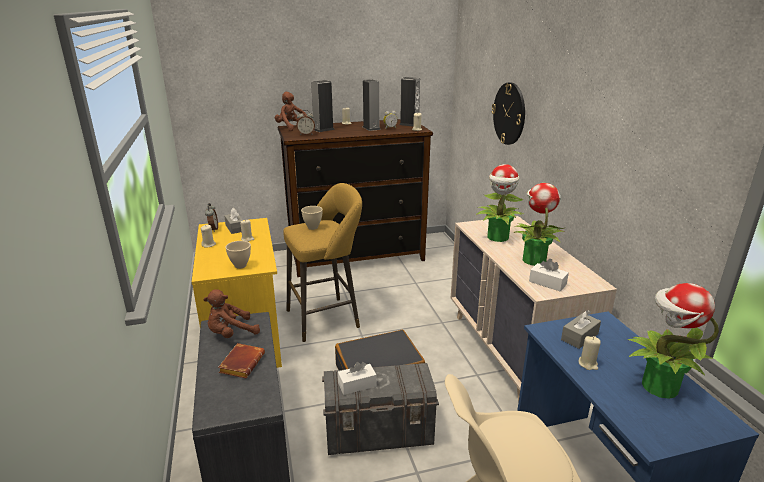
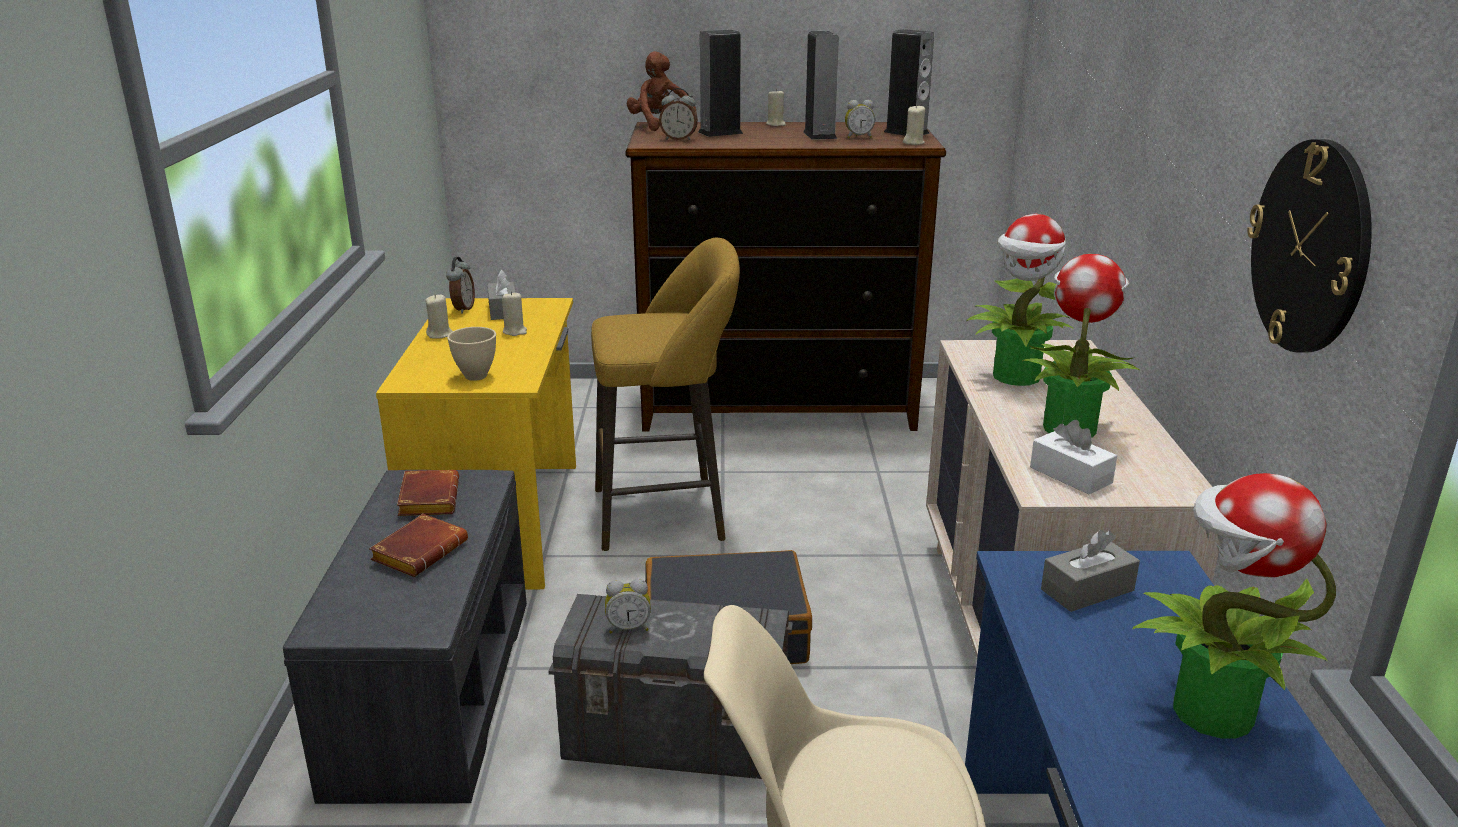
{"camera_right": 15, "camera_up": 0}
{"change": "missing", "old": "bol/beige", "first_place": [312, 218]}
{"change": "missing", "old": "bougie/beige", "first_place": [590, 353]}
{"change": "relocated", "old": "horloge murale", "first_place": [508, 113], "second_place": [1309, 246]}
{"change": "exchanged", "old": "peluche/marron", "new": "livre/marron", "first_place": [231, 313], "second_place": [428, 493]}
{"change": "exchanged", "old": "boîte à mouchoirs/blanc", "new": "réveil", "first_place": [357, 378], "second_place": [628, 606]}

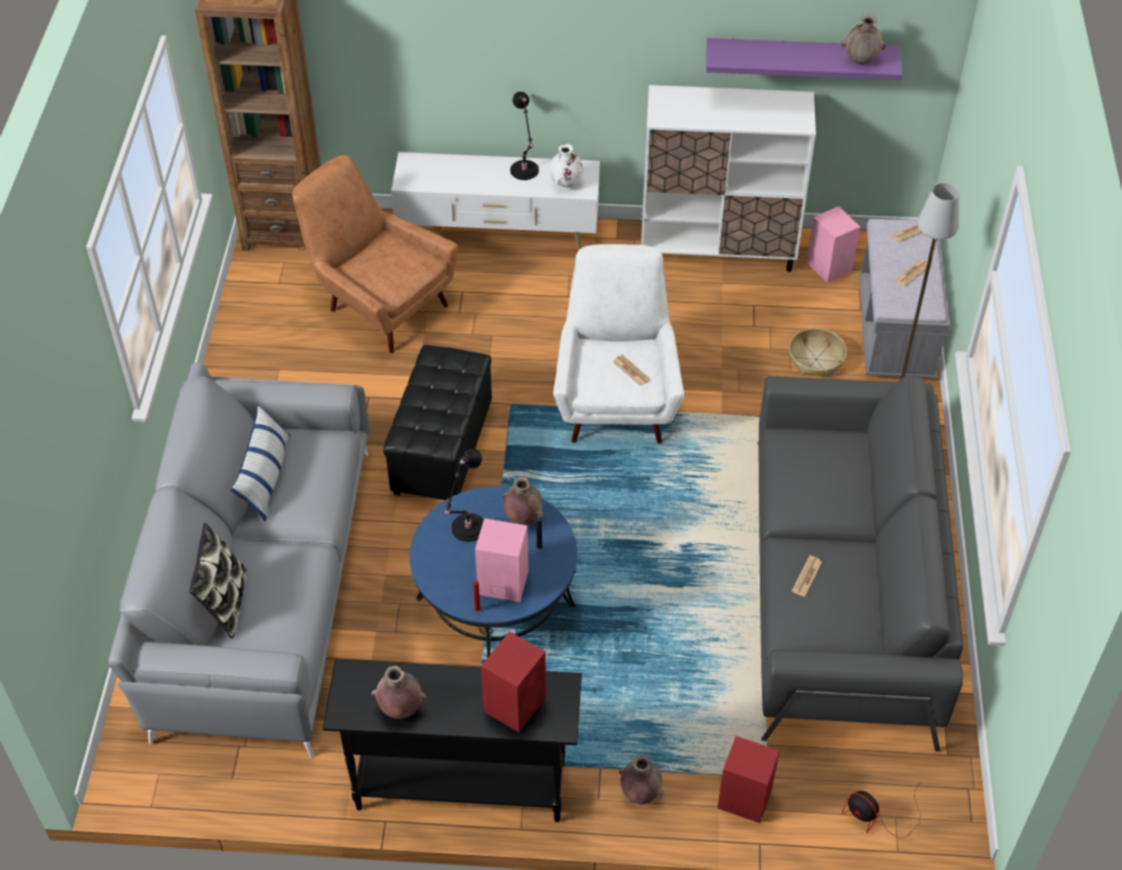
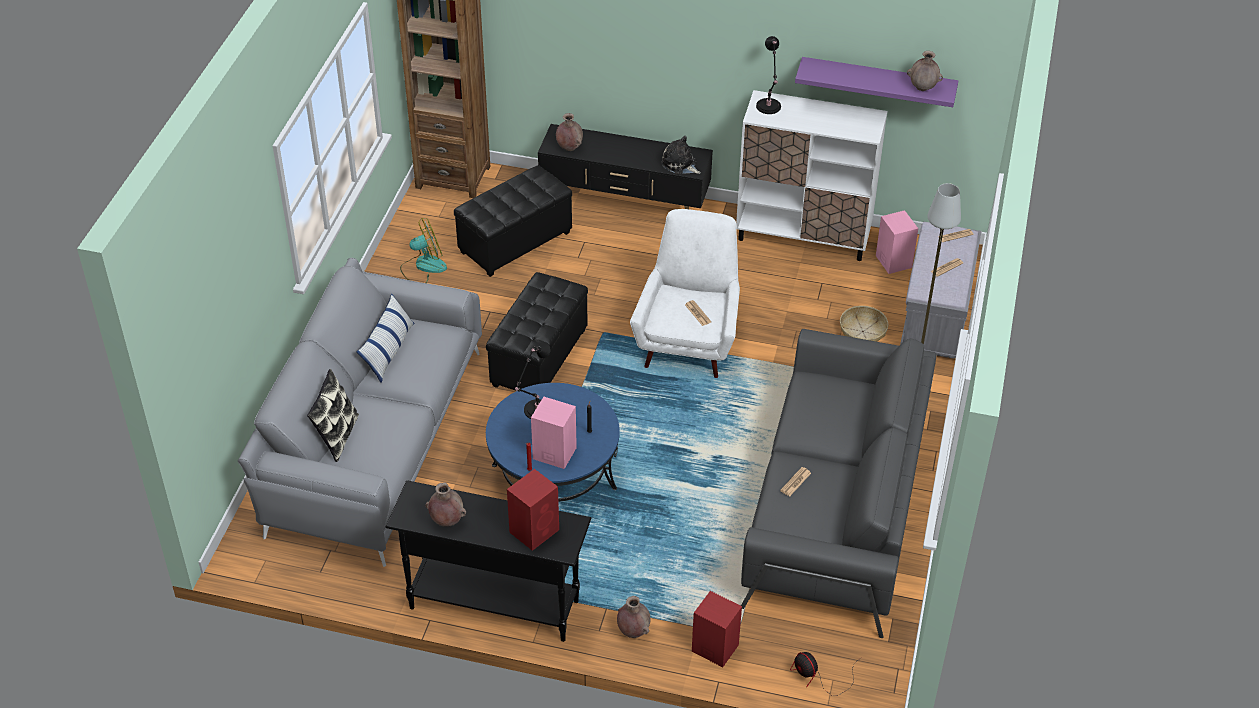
{"camera_right": 10, "camera_up": -5}
{"change": "appeared", "new": "ventilateur", "second_place": [423, 250]}
{"change": "relocated", "old": "vase/marron", "first_place": [523, 501], "second_place": [569, 132]}
{"change": "relocated", "old": "lampe de table/noir", "first_place": [524, 136], "second_place": [768, 75]}
{"change": "exchanged", "old": "fauteuil/marron", "new": "pouf/noir", "first_place": [375, 254], "second_place": [513, 221]}
{"change": "exchanged", "old": "vase/blanc", "new": "peluche", "first_place": [566, 166], "second_place": [681, 155]}
{"change": "colour", "old": "meuble télé/blanc", "new": "meuble télé/noir", "first_place": [495, 201], "second_place": [625, 166]}

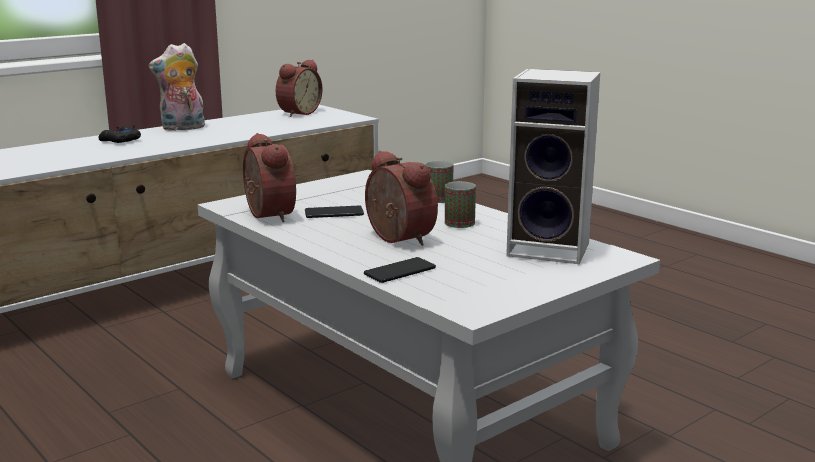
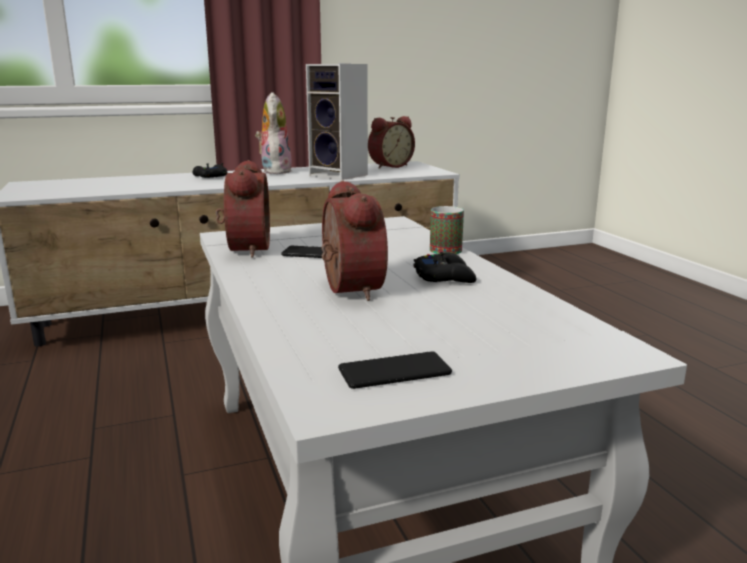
{"camera_right": 20, "camera_up": 0}
{"change": "relocated", "old": "téléphone", "first_place": [400, 270], "second_place": [395, 370]}
{"change": "relocated", "old": "enceinte", "first_place": [553, 166], "second_place": [337, 122]}
{"change": "exchanged", "old": "mug", "new": "manette/noir", "first_place": [460, 204], "second_place": [444, 267]}
{"change": "spun", "old": "peluche", "first_place": [177, 87], "second_place": [273, 133], "degrees": 90}

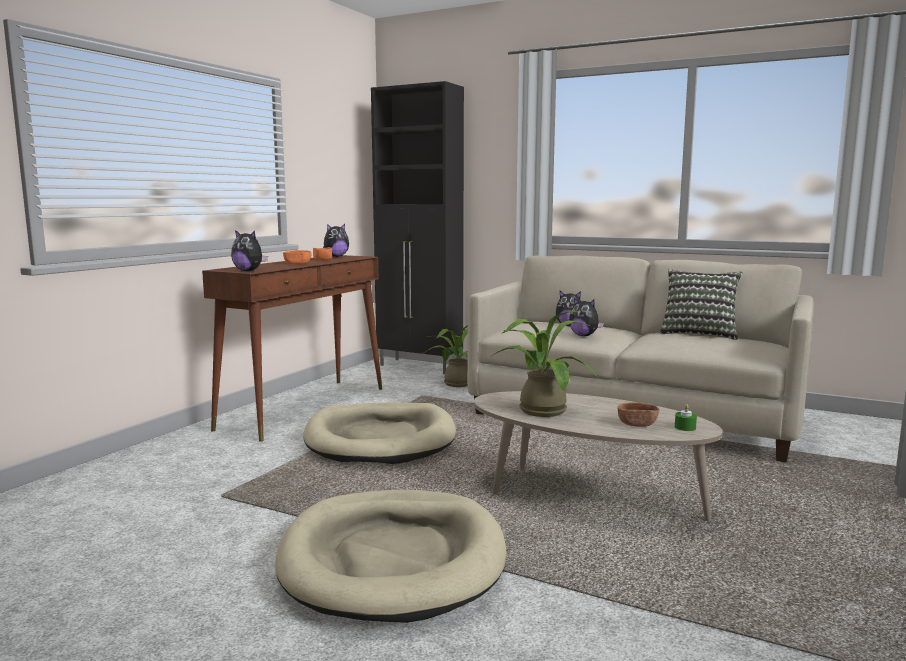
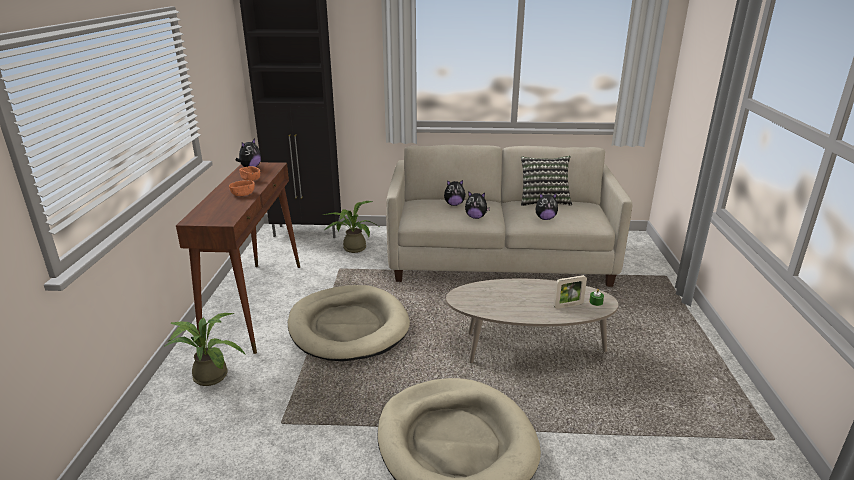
{"camera_right": -25, "camera_up": 15}
{"change": "relocated", "old": "peluche", "first_place": [249, 250], "second_place": [546, 206]}
{"change": "relocated", "old": "plante en pot", "first_place": [544, 363], "second_place": [204, 349]}
{"change": "exchanged", "old": "bol/marron", "new": "cadre photo", "first_place": [638, 414], "second_place": [570, 292]}

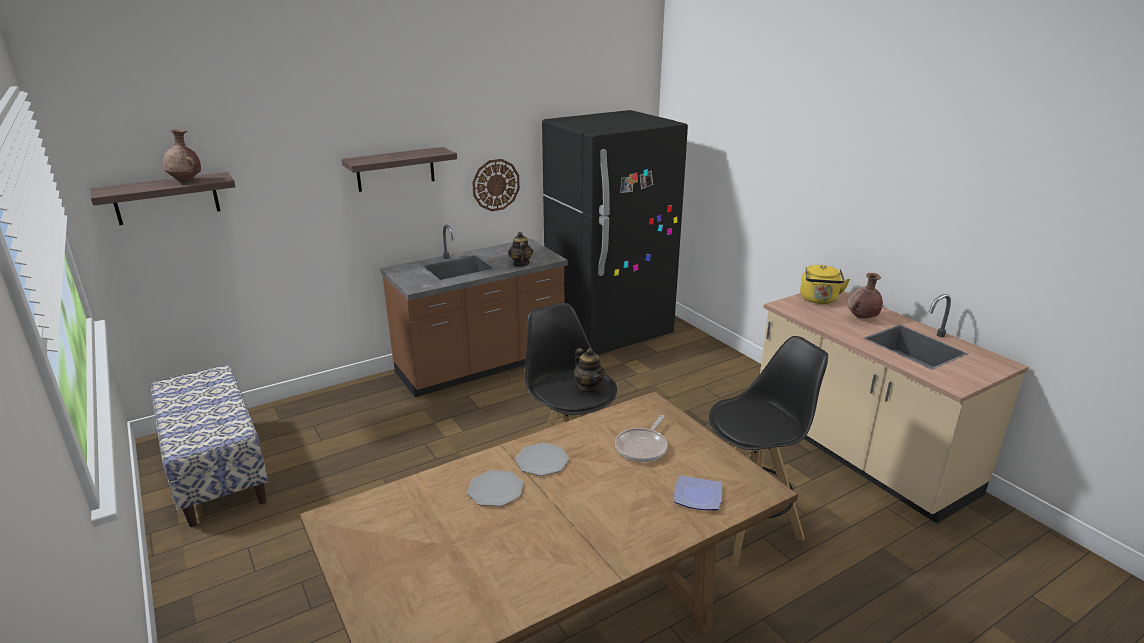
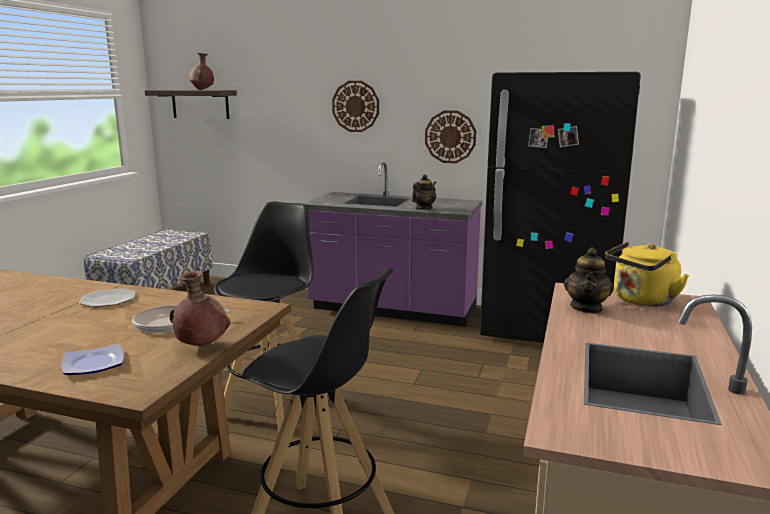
{"camera_right": 50, "camera_up": -10}
{"change": "missing", "old": "assiette", "first_place": [495, 488]}
{"change": "relocated", "old": "théière", "first_place": [589, 370], "second_place": [589, 280]}
{"change": "relocated", "old": "vase/marron", "first_place": [865, 295], "second_place": [200, 308]}
{"change": "exchanged", "old": "étagère", "new": "horloge murale", "first_place": [399, 169], "second_place": [355, 106]}
{"change": "colour", "old": "comptoir de cuisine/marron", "new": "comptoir de cuisine/violet", "first_place": [474, 310], "second_place": [393, 244]}

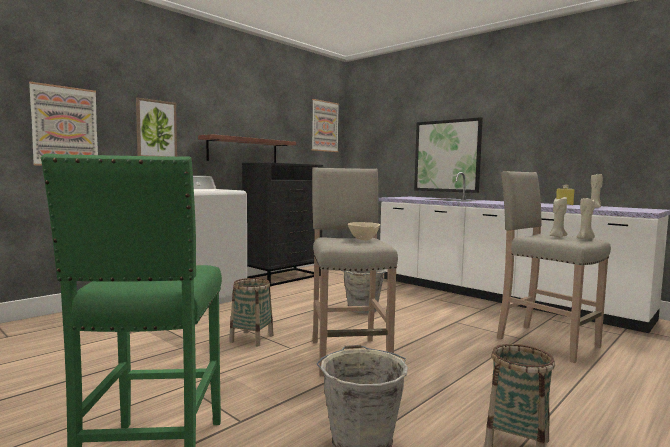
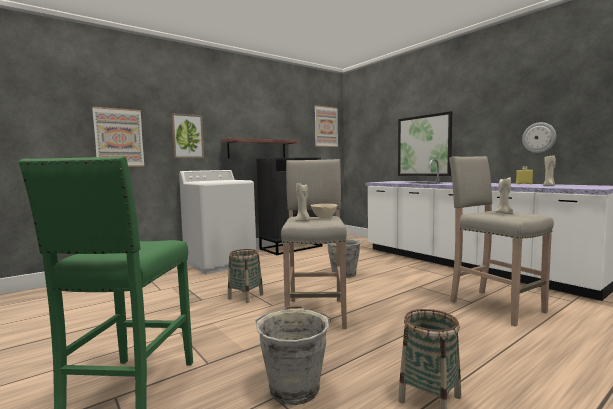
{"camera_right": 10, "camera_up": 0}
{"change": "appeared", "new": "horloge murale", "second_place": [539, 137]}
{"change": "relocated", "old": "bougie/beige", "first_place": [586, 218], "second_place": [302, 202]}

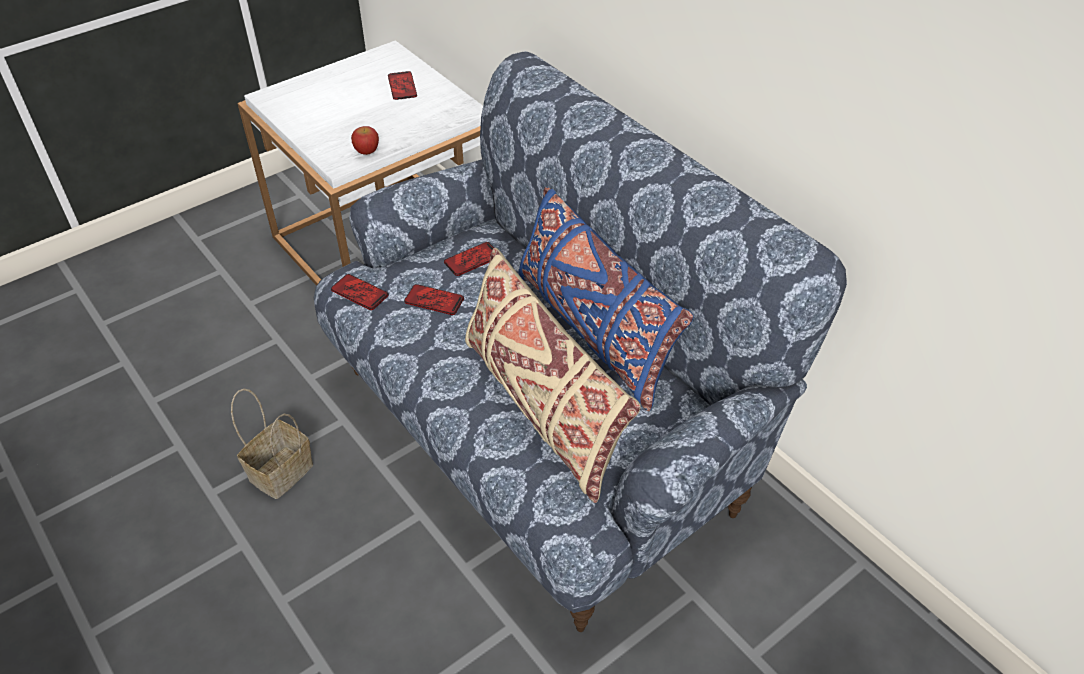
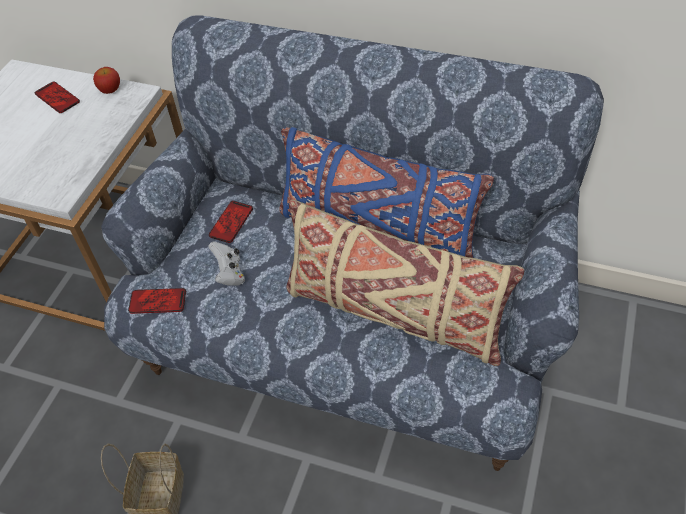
{"camera_right": -30, "camera_up": 5}
{"change": "relocated", "old": "pomme", "first_place": [365, 140], "second_place": [106, 80]}
{"change": "exchanged", "old": "téléphone", "new": "manette/blanc", "first_place": [434, 299], "second_place": [226, 263]}

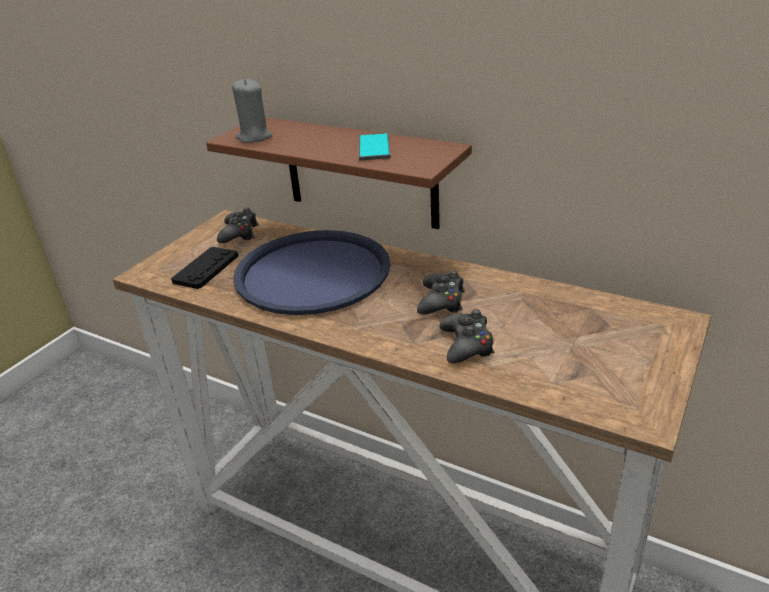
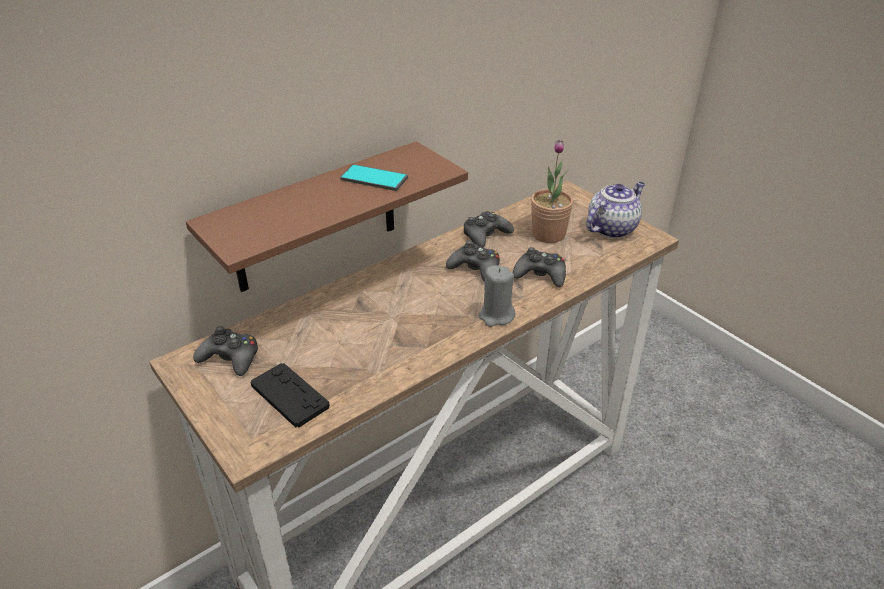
{"camera_right": -70, "camera_up": 5}
{"change": "missing", "old": "plateau/bleu", "first_place": [311, 272]}
{"change": "appeared", "new": "manette/noir", "second_place": [489, 229]}
{"change": "appeared", "new": "plante en pot", "second_place": [552, 191]}
{"change": "appeared", "new": "théière", "second_place": [615, 210]}
{"change": "relocated", "old": "bougie/gris", "first_place": [252, 110], "second_place": [497, 296]}

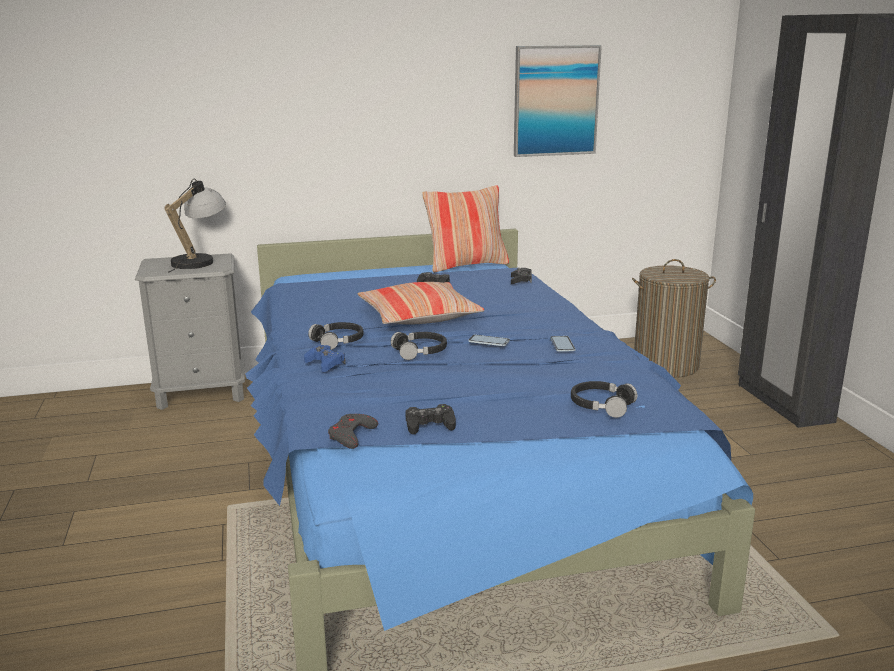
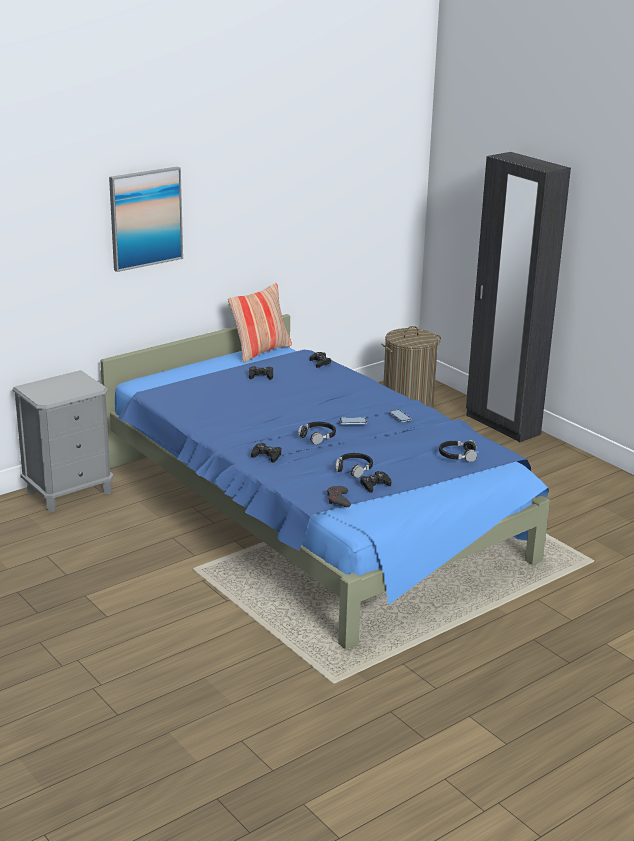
{"camera_right": -25, "camera_up": 5}
{"change": "missing", "old": "lampe de table", "first_place": [195, 226]}
{"change": "missing", "old": "coussin", "first_place": [421, 303]}
{"change": "relocated", "old": "casque audio/noir", "first_place": [336, 336], "second_place": [354, 465]}
{"change": "relocated", "old": "tableau", "first_place": [558, 101], "second_place": [146, 219]}
{"change": "colour", "old": "manette/bleu", "new": "manette/noir", "first_place": [325, 358], "second_place": [266, 453]}

